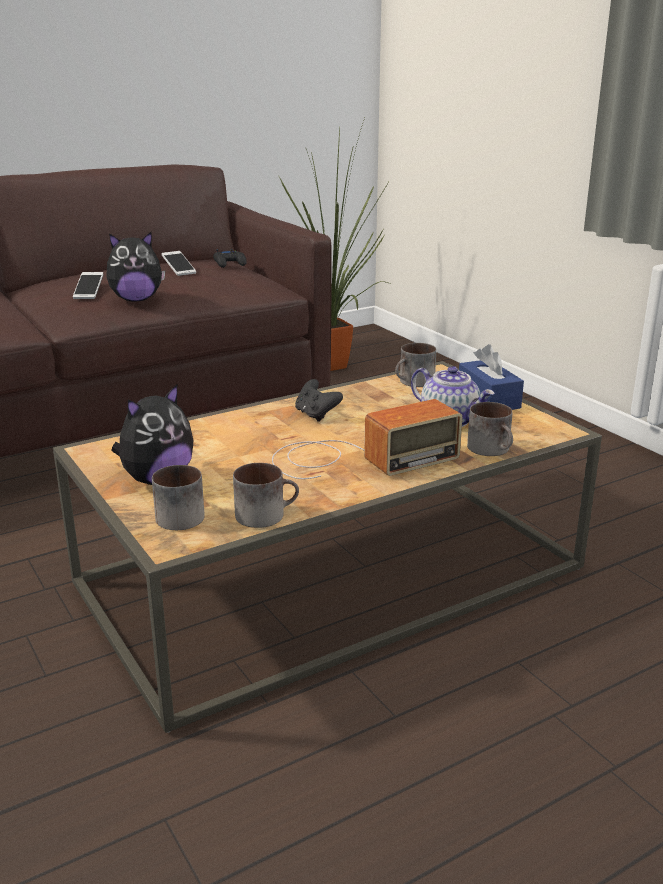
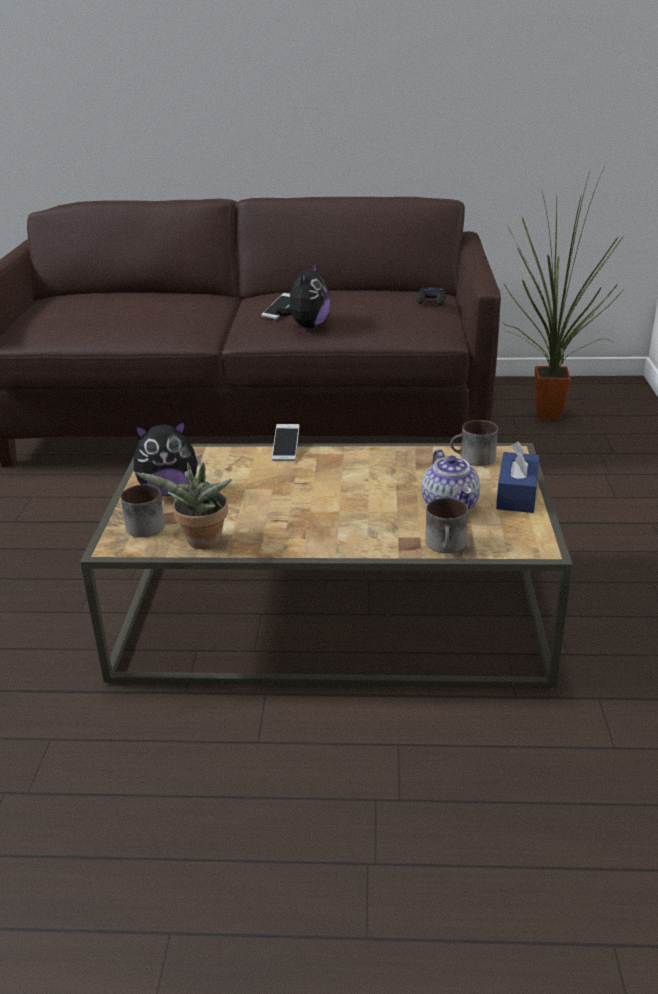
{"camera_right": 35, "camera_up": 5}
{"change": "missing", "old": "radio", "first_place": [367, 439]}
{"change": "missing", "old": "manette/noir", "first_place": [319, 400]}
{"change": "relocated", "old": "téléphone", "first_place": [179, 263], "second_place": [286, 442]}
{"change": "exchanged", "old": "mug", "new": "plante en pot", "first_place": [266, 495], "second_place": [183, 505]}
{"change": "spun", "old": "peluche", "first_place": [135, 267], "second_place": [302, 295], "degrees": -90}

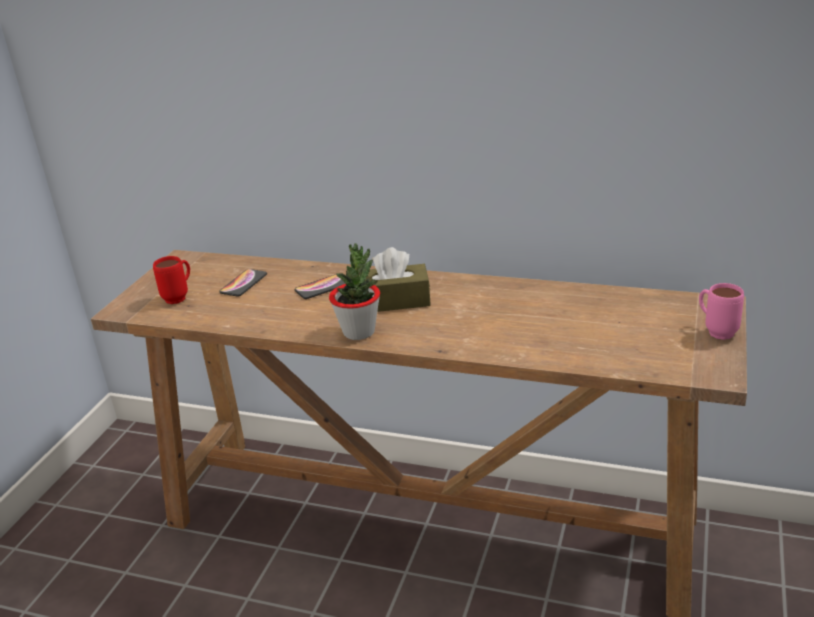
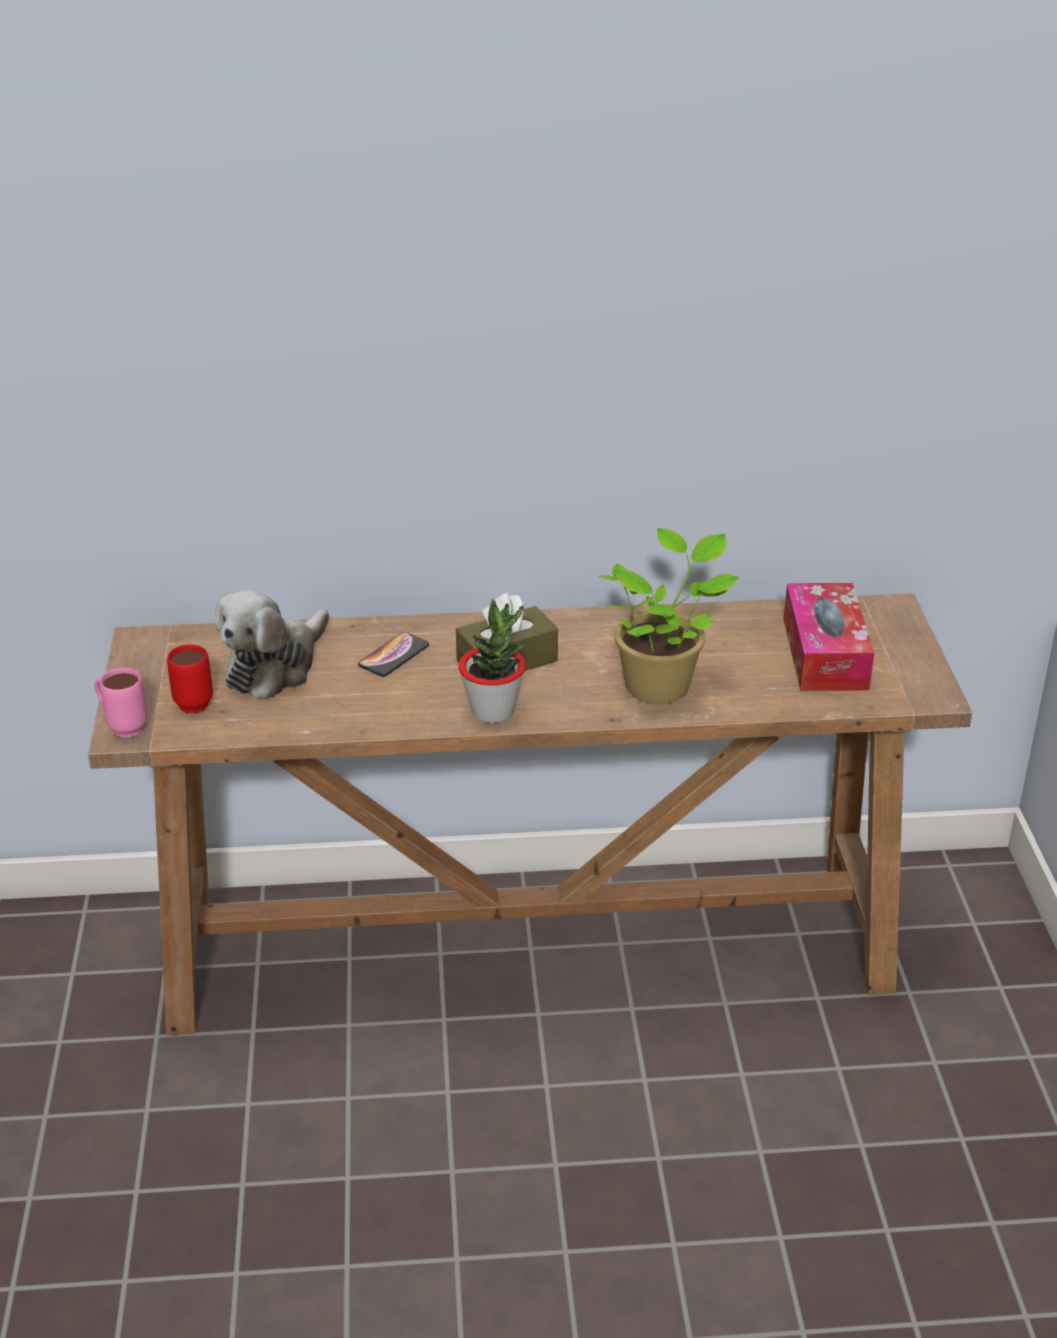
{"camera_right": -25, "camera_up": 5}
{"change": "appeared", "new": "plante en pot", "second_place": [669, 616]}
{"change": "appeared", "new": "boîte à mouchoirs", "second_place": [828, 637]}
{"change": "relocated", "old": "mug/rose", "first_place": [721, 311], "second_place": [121, 703]}
{"change": "exchanged", "old": "téléphone", "new": "peluche", "first_place": [243, 283], "second_place": [271, 645]}

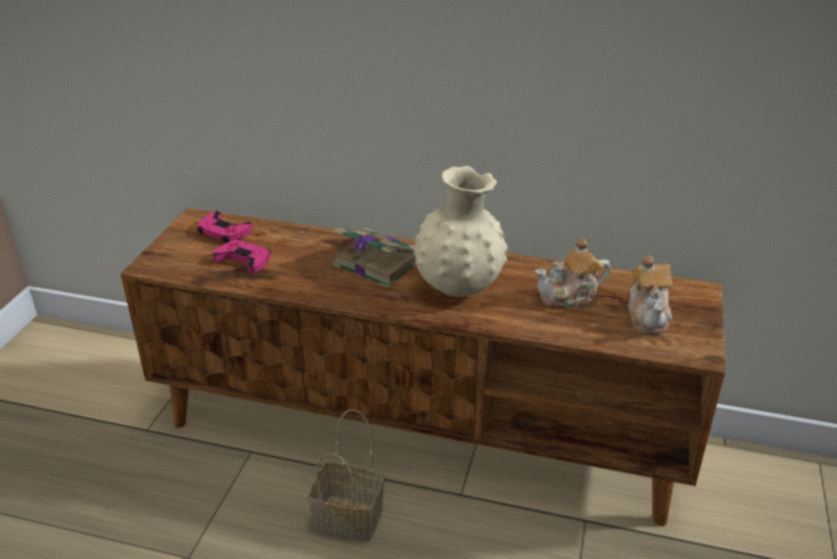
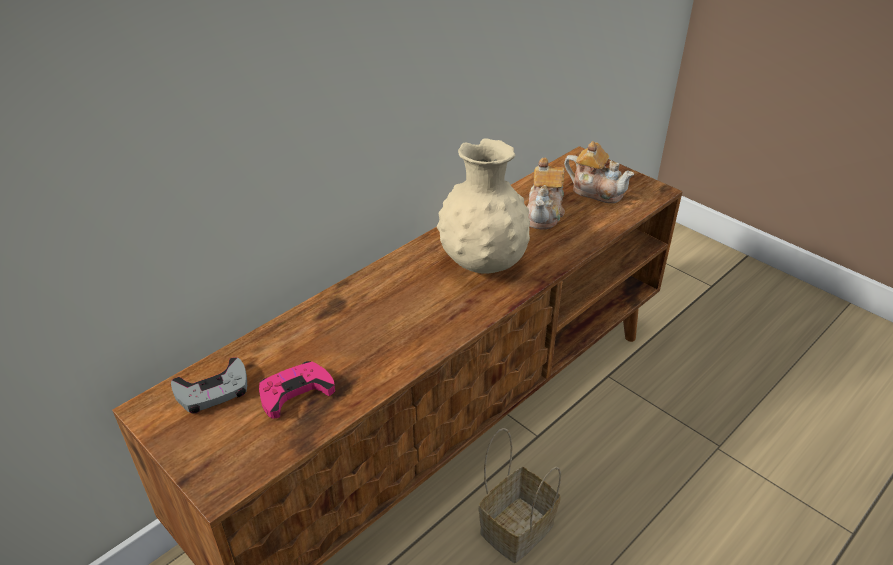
{"camera_right": -60, "camera_up": 5}
{"change": "missing", "old": "livre", "first_place": [374, 257]}
{"change": "colour", "old": "manette/rose", "new": "manette/gris", "first_place": [225, 226], "second_place": [209, 385]}

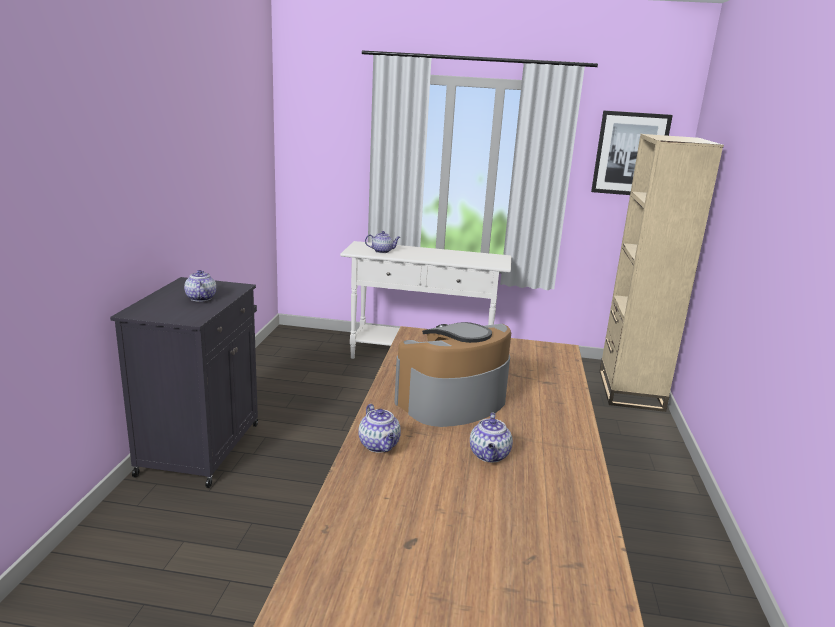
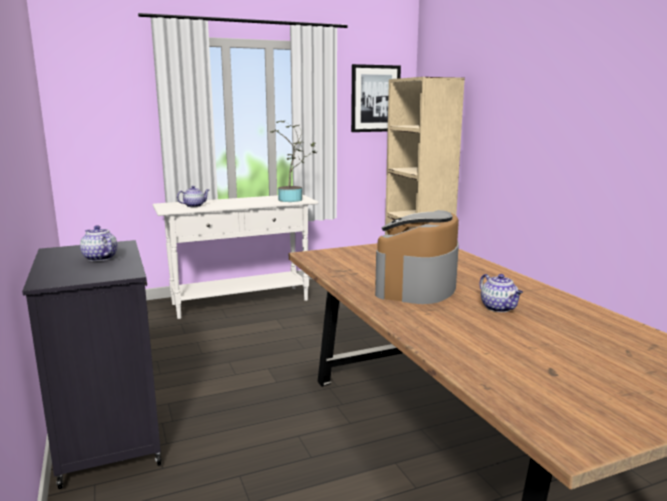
{"camera_right": -30, "camera_up": -5}
{"change": "missing", "old": "théière", "first_place": [379, 428]}
{"change": "appeared", "new": "plante en pot", "second_place": [293, 161]}

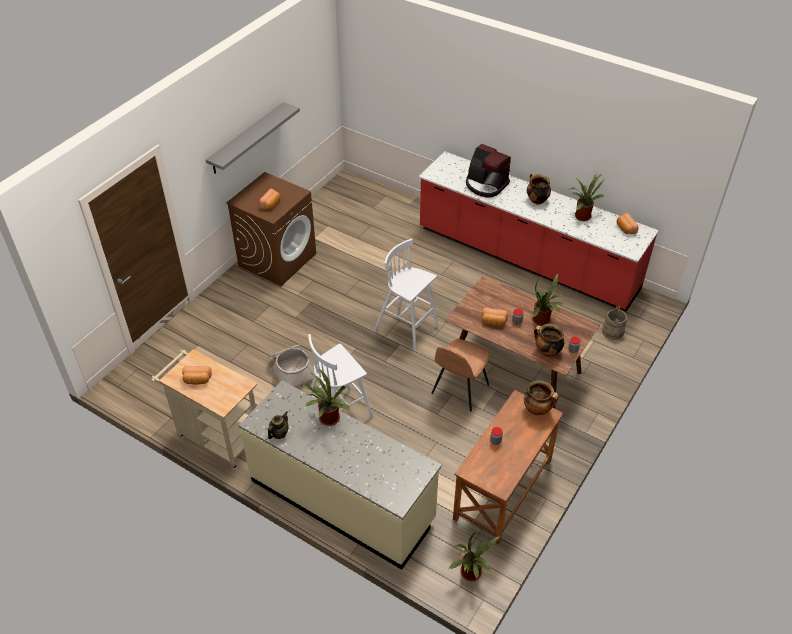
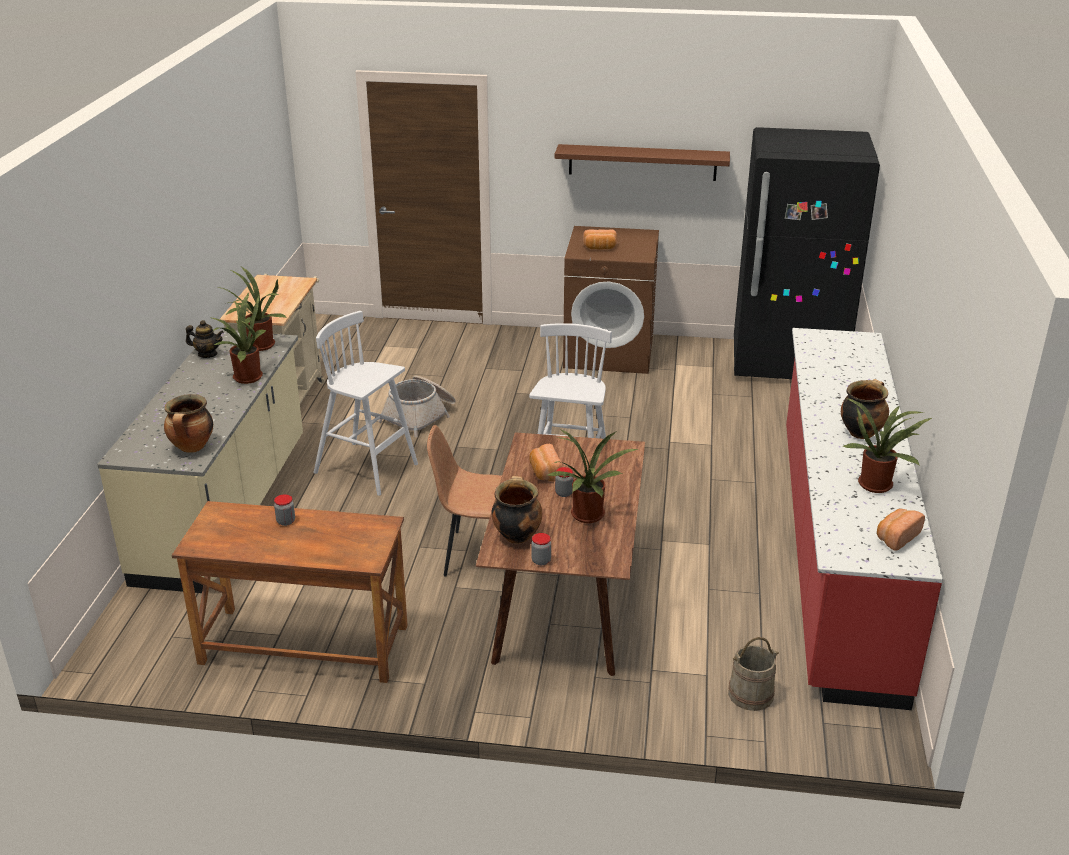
{"camera_right": 65, "camera_up": -15}
{"change": "missing", "old": "pain", "first_place": [197, 375]}
{"change": "missing", "old": "machine à café", "first_place": [488, 170]}
{"change": "appeared", "new": "réfrigérateur/noir", "second_place": [807, 253]}
{"change": "relocated", "old": "plante en pot", "first_place": [474, 555], "second_place": [254, 309]}
{"change": "relocated", "old": "marmite", "first_place": [541, 398], "second_place": [188, 423]}
{"change": "colour", "old": "étagère/gris", "new": "étagère/marron", "first_place": [253, 138], "second_place": [642, 162]}

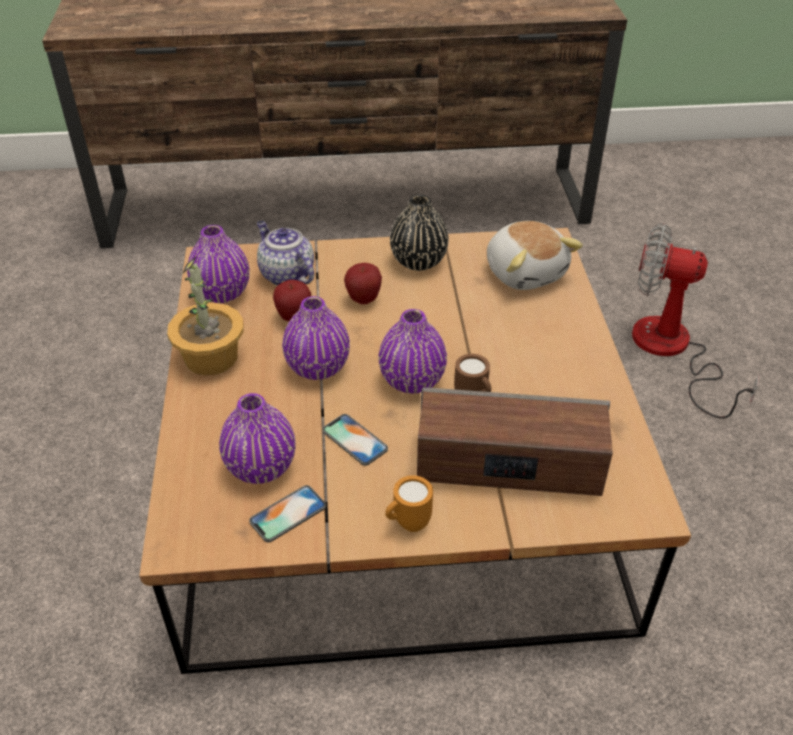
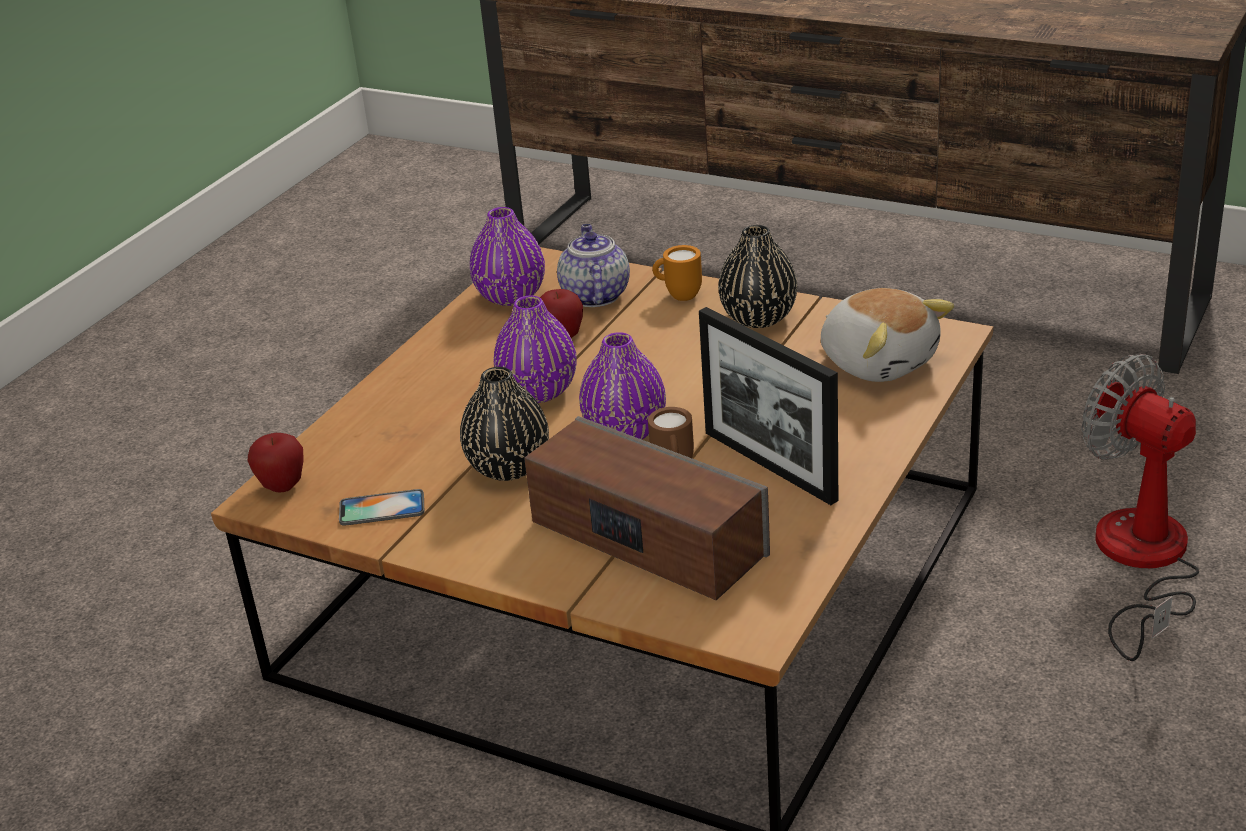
{"camera_right": 35, "camera_up": -10}
{"change": "missing", "old": "plante en pot", "first_place": [205, 316]}
{"change": "missing", "old": "vase/violet", "first_place": [257, 438]}
{"change": "appeared", "new": "cadre photo", "second_place": [768, 406]}
{"change": "relocated", "old": "pomme", "first_place": [363, 283], "second_place": [276, 463]}
{"change": "relocated", "old": "mug/orange", "first_place": [409, 503], "second_place": [677, 273]}
{"change": "exchanged", "old": "téléphone", "new": "vase/noir", "first_place": [355, 440], "second_place": [504, 424]}
{"change": "spun", "old": "peluche", "first_place": [535, 255], "second_place": [887, 335], "degrees": -45}

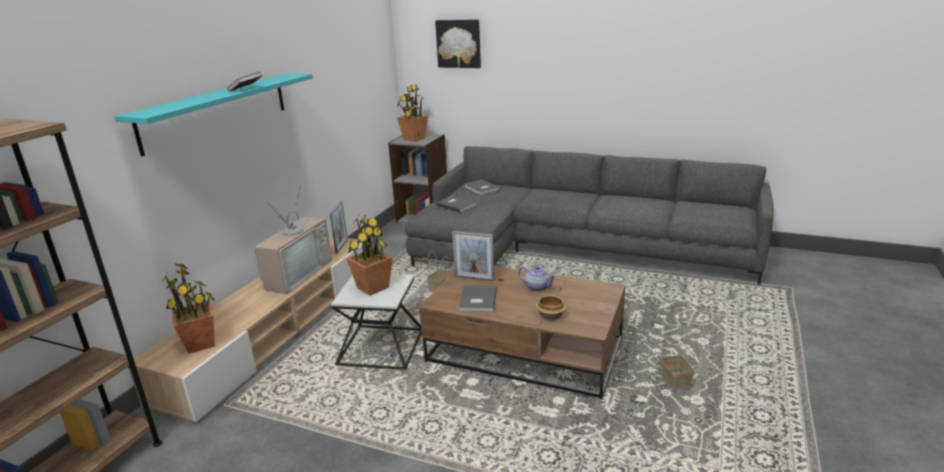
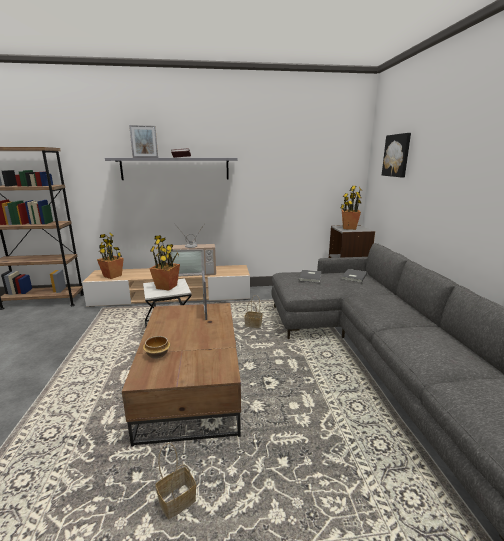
{"camera_right": 60, "camera_up": -5}
{"change": "missing", "old": "livre/gris", "first_place": [478, 298]}
{"change": "missing", "old": "théière", "first_place": [537, 279]}
{"change": "relocated", "old": "cadre photo", "first_place": [339, 227], "second_place": [143, 141]}
{"change": "colour", "old": "étagère/turquoise", "new": "étagère/gris", "first_place": [213, 114], "second_place": [171, 169]}

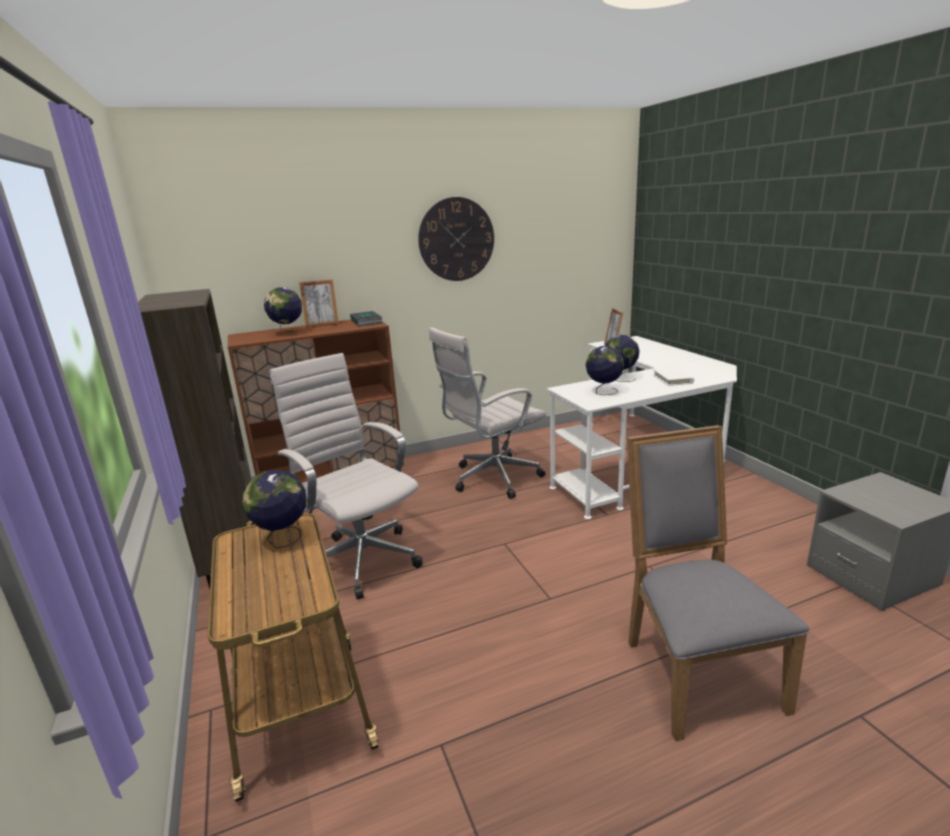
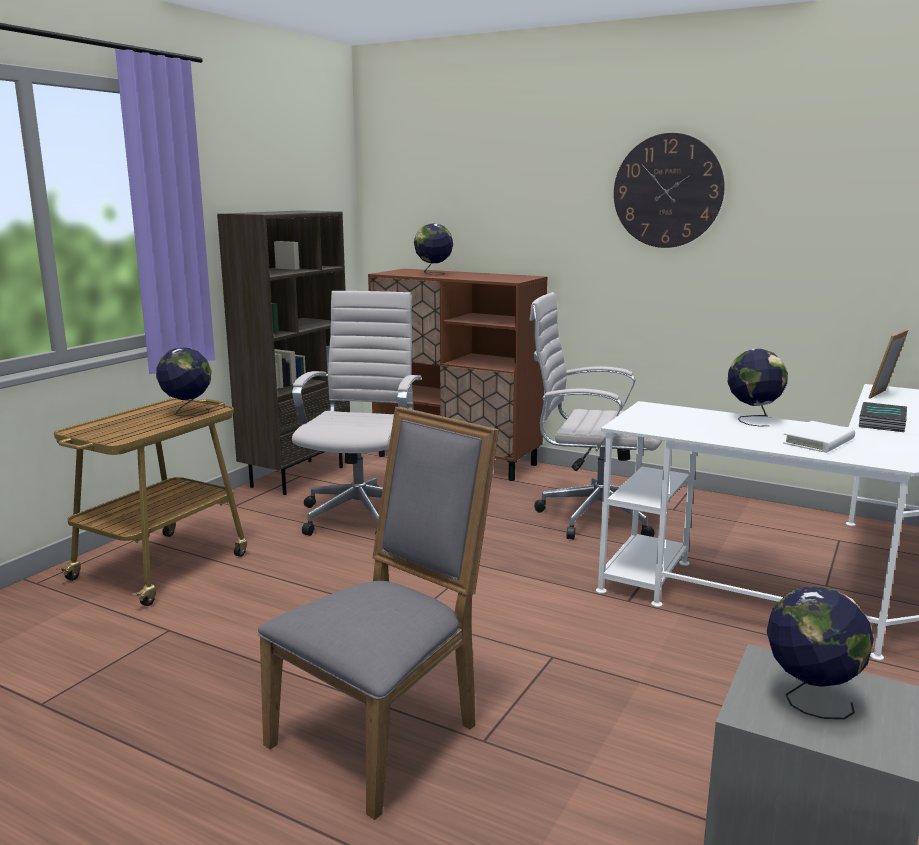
{"camera_right": 50, "camera_up": -5}
{"change": "missing", "old": "cadre photo", "first_place": [319, 304]}
{"change": "relocated", "old": "livre", "first_place": [366, 319], "second_place": [883, 417]}
{"change": "relocated", "old": "globe", "first_place": [605, 370], "second_place": [820, 652]}

